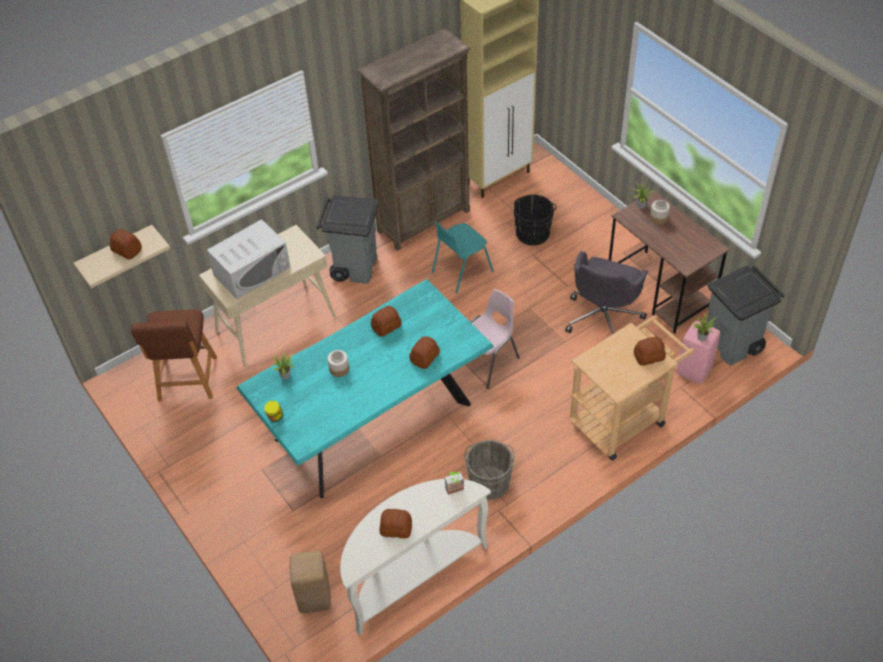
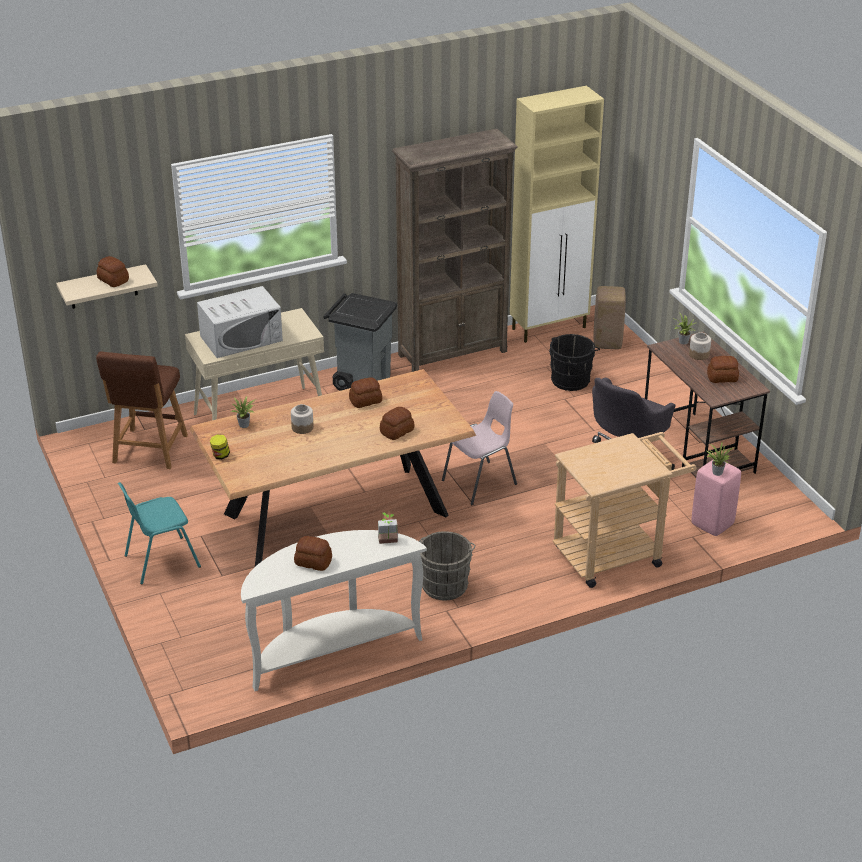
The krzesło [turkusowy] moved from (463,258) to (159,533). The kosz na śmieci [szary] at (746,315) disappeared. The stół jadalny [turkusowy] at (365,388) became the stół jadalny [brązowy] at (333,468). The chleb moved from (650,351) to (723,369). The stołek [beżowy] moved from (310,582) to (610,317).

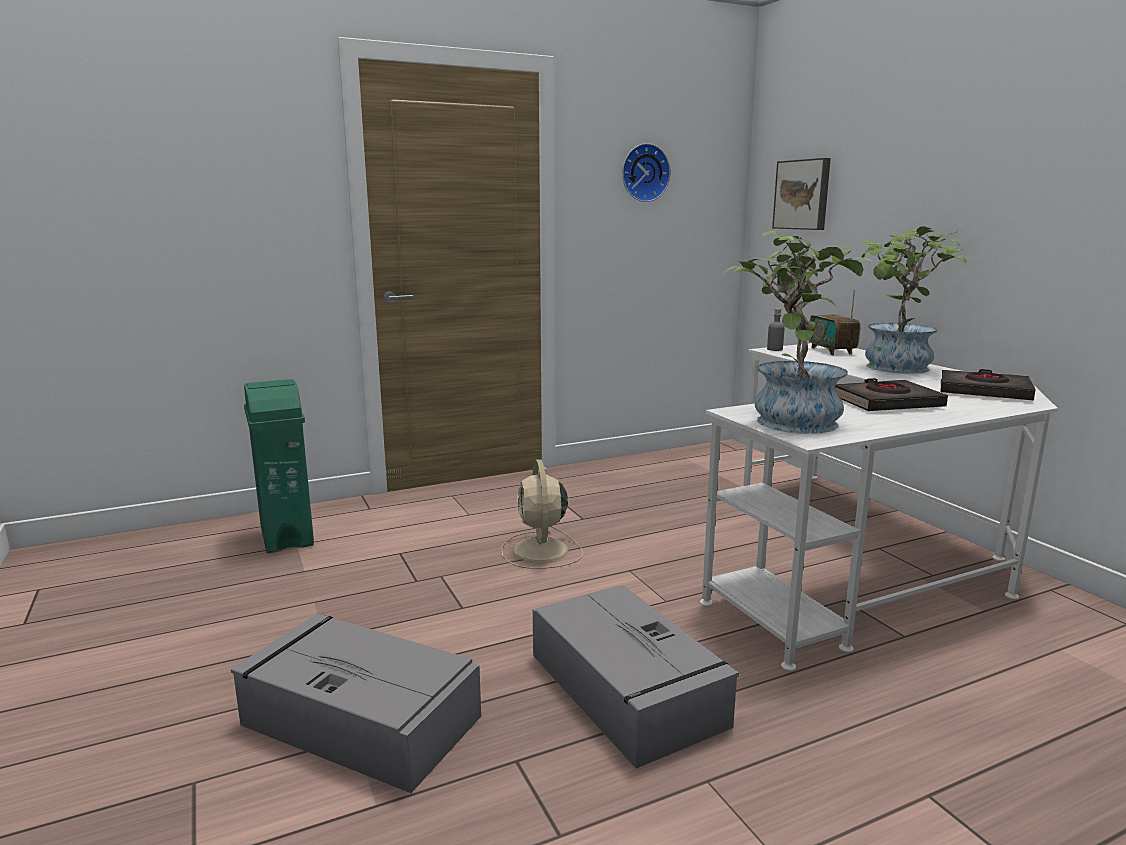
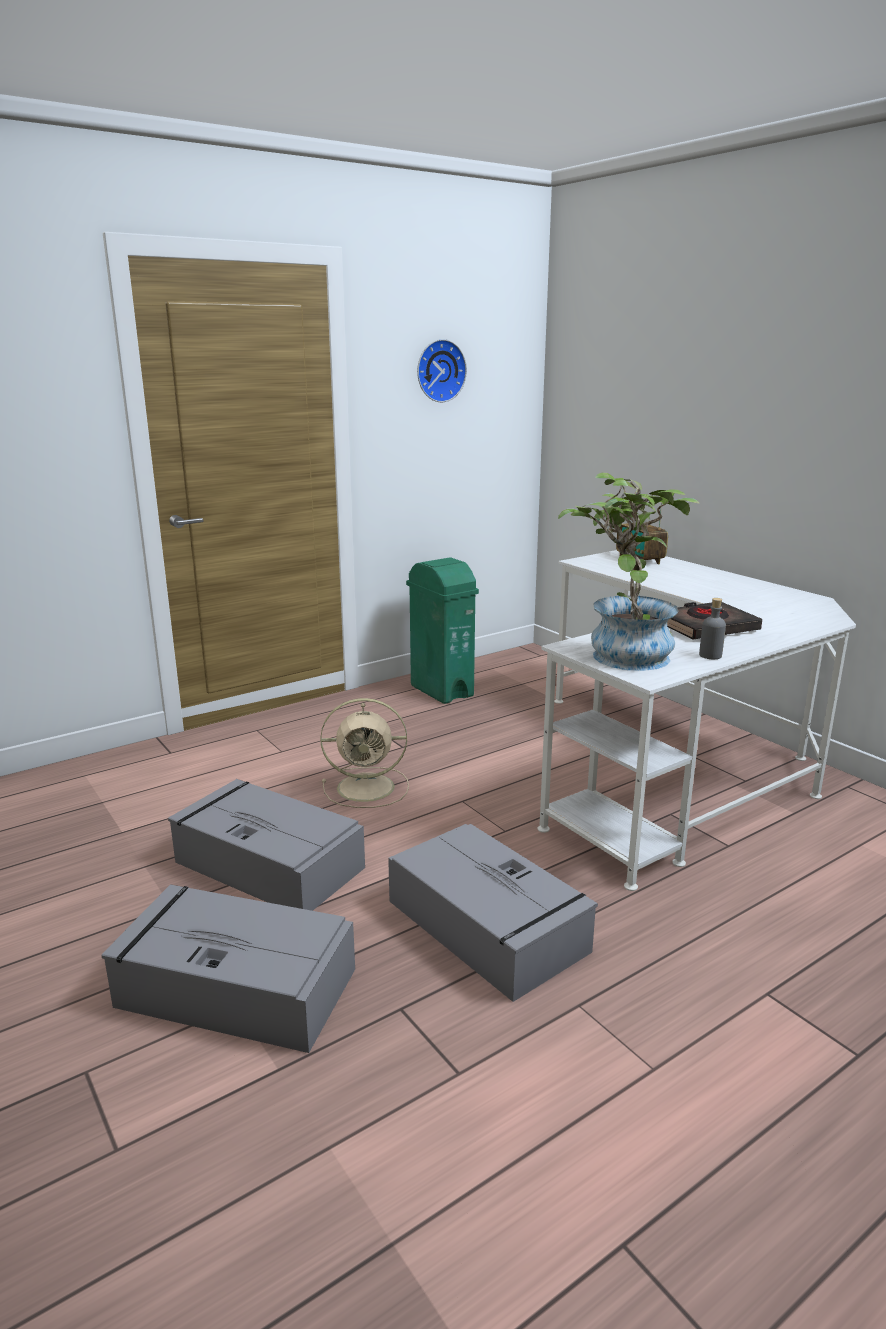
The obraz at (801,194) disappeared. The roślina doniczkowa at (914,300) disappeared. The butelka [szary] moved from (776,329) to (712,628). The książka [czarny] at (988,384) disappeared. The kosz na śmieci [zielony] moved from (279,466) to (442,631). The wentylator [beżowy] at (542,514) turned 75 degrees counterclockwise. The pojemnik do przechowywania [szary] at (266,845) appeared.

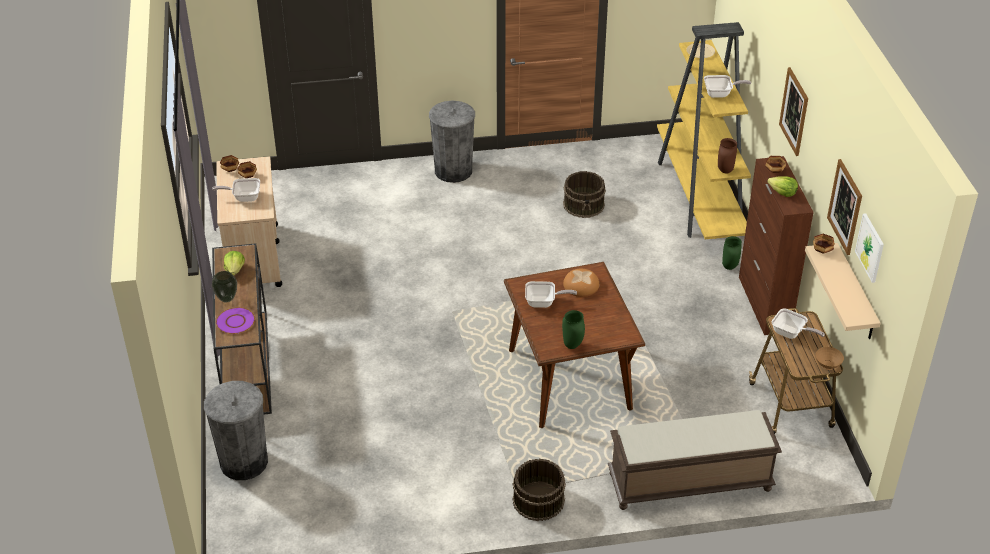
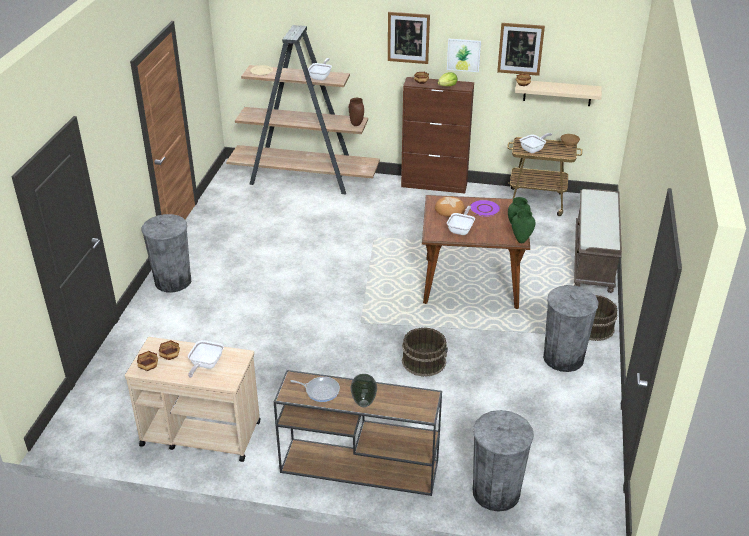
The regał [żółty] at (704,130) became the regał [brązowy] at (303,110). The wiadro [brązowy] moved from (584,194) to (425,352). The obraz moved from (869,248) to (464,55). The wazon [zielony] moved from (732,253) to (523,226). The sałata at (234,263) was replaced by the patelnia at (315,389). The talerz [fioletowy] moved from (235,320) to (485,208). The kosz na śmieci [szary] at (571,328) appeared.

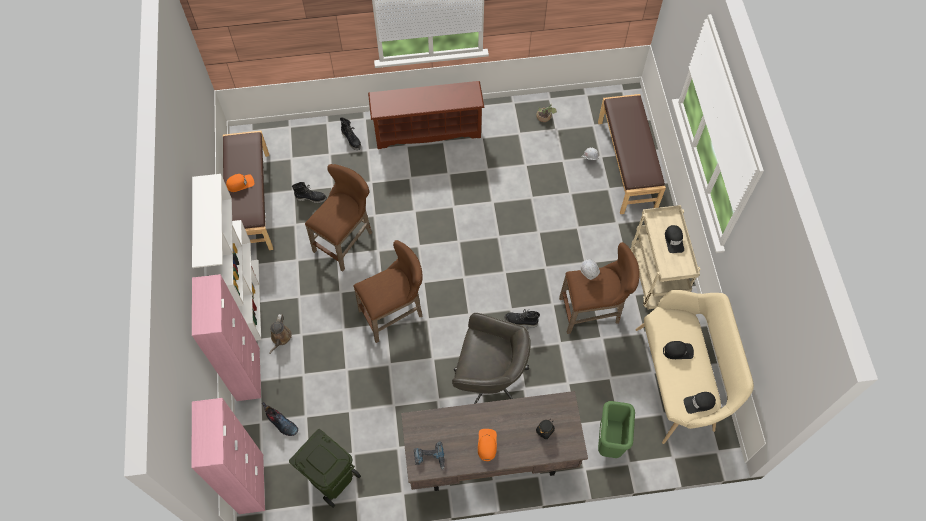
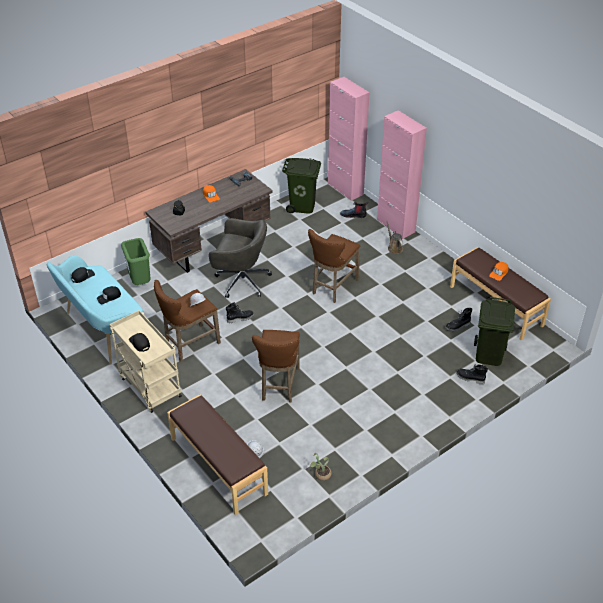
The regał na buty [brązowy] at (426,115) disappeared. The stołek [brązowy] moved from (338,218) to (276,366). The regał [biały] at (226,257) disappeared. The ławka [beżowy] at (694,367) became the ławka [turkusowy] at (95,310). The krzesło biurowe [szary] at (491,358) turned 150 degrees counterclockwise. The kosz na śmieci [zielony] at (494,331) appeared.

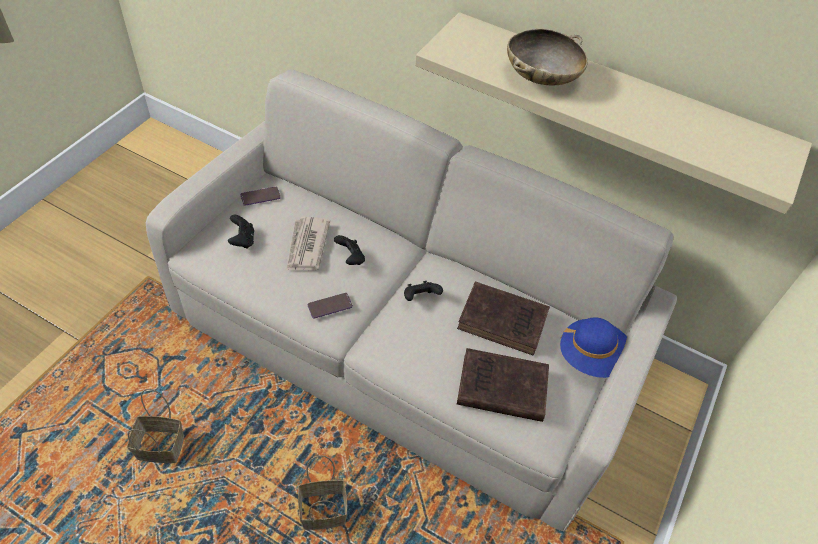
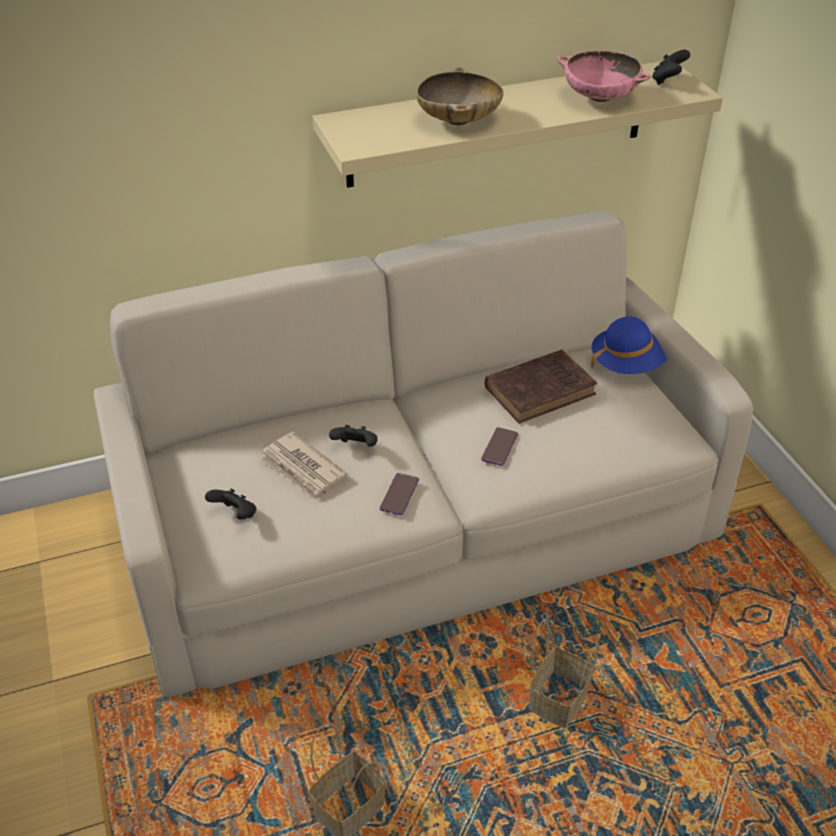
The telefon moved from (260,196) to (499,446). The pad do gier [czarny] moved from (423,291) to (671,67). The książka [brązowy] at (503,385) disappeared. The miska [różowy] at (604,76) appeared.

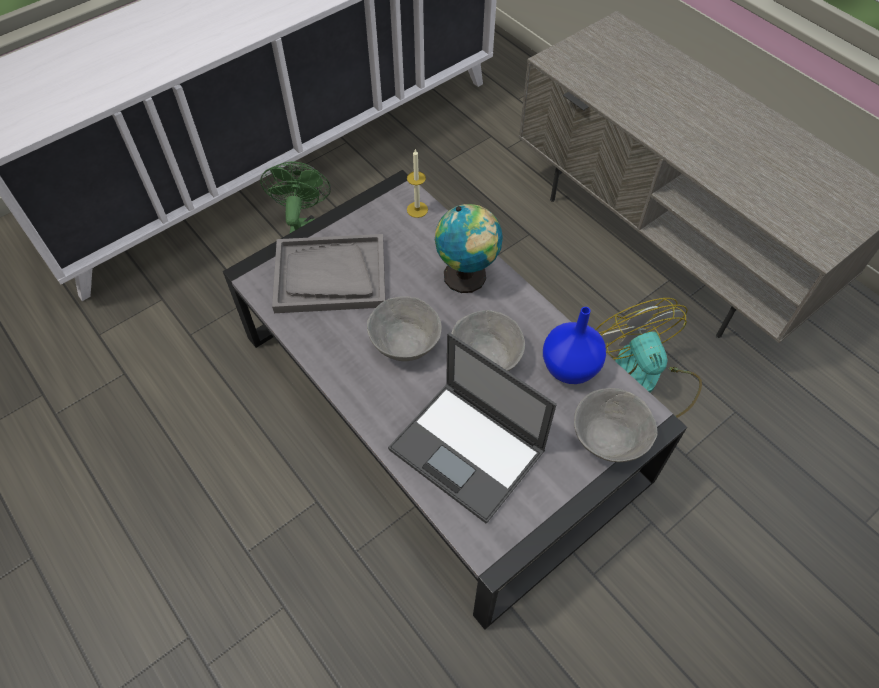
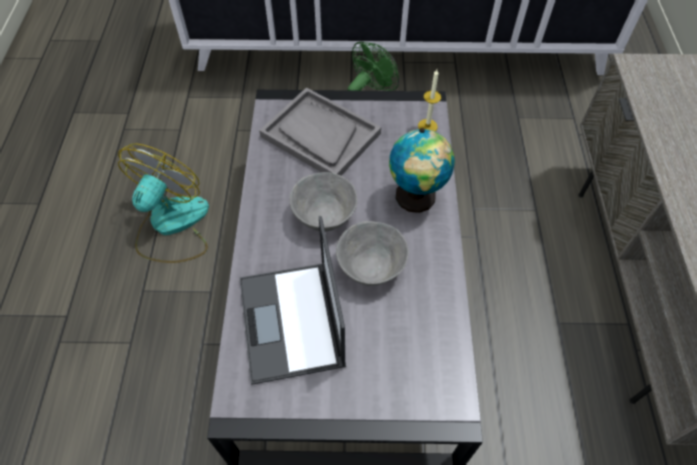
The wentylator moved from (648,358) to (163,203). The wazon [niebieski] at (574,345) disappeared. The miska [szary] at (616,425) disappeared.

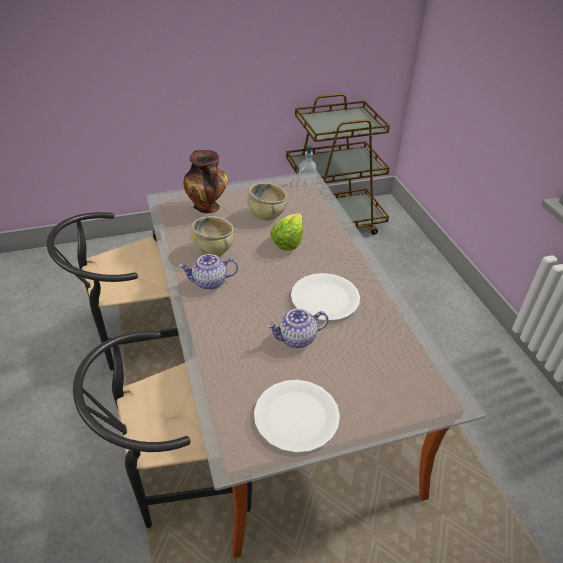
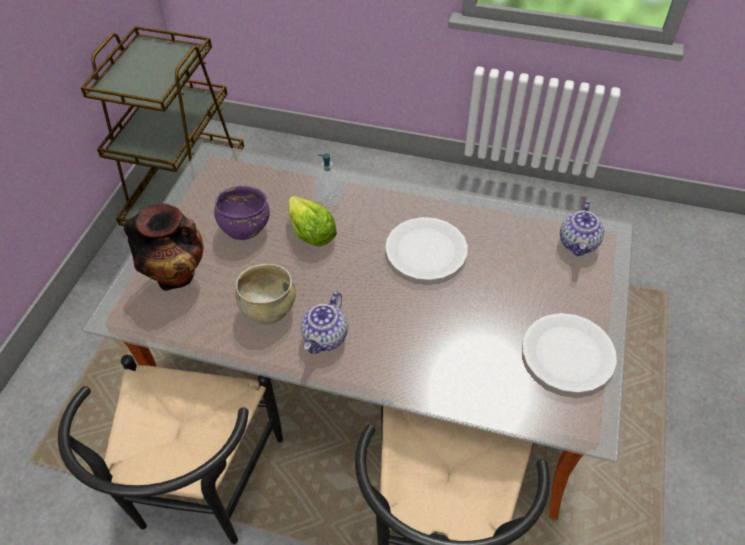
The dozownik mydła moved from (307,164) to (329,180). The miska [beżowy] at (267,202) became the miska [fioletowy] at (242,213). The imbryk moved from (297,328) to (582,228).

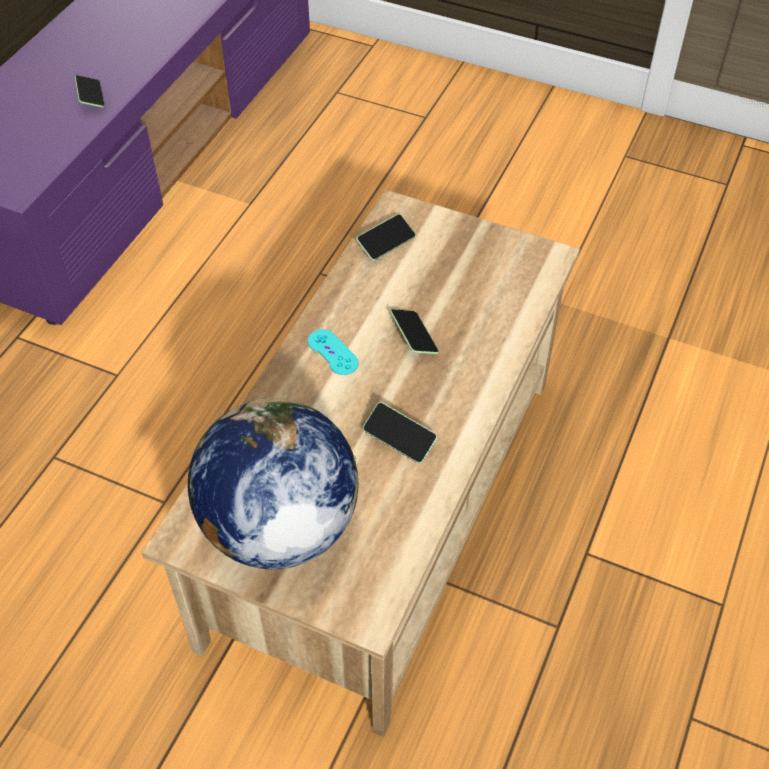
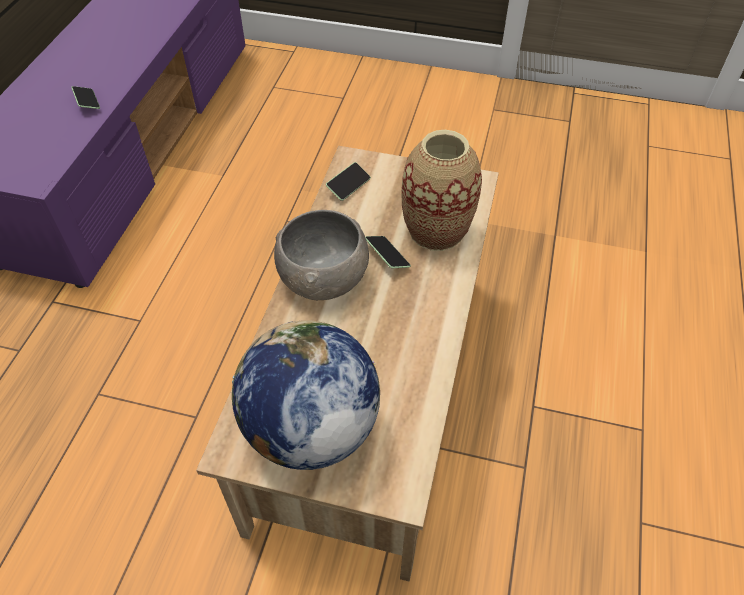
The pad do gier [turkusowy] at (333,352) was replaced by the miska [szary] at (321,255). The telefon at (400,433) disappeared. The wazon at (441,190) appeared.

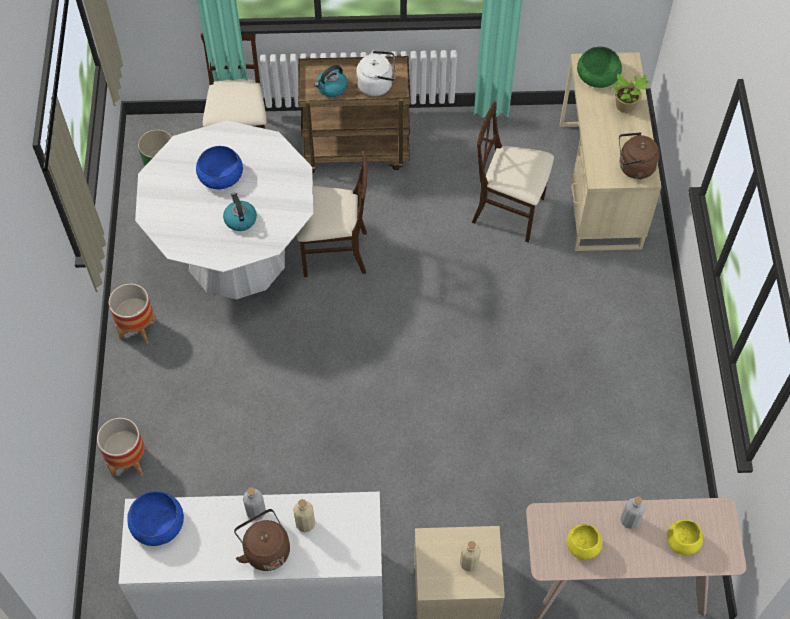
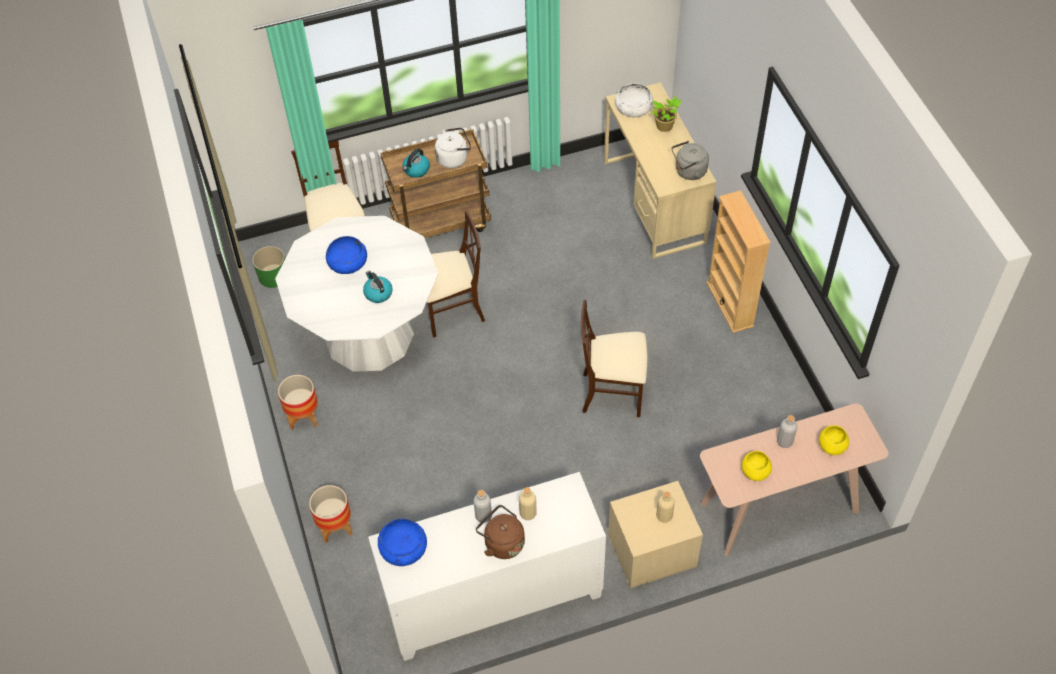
The miska [zielony] at (599,67) became the miska [biały] at (634,100). The krzesło [beżowy] moved from (513,172) to (614,358). The czajnik [brązowy] at (639,155) became the czajnik [szary] at (690,160). The regał [beżowy] at (738,261) appeared.

